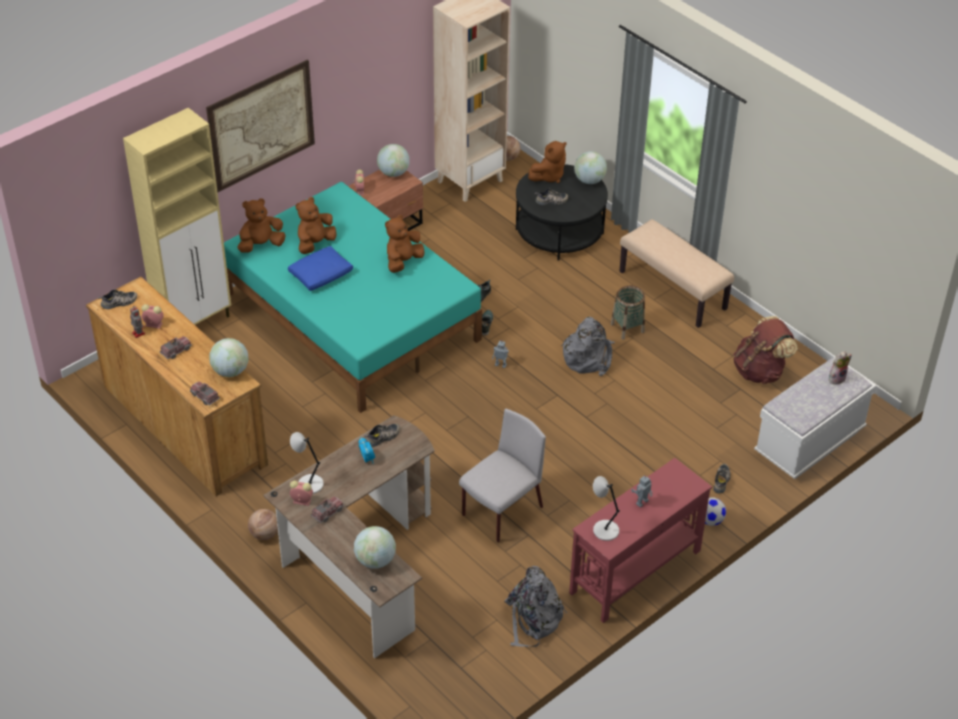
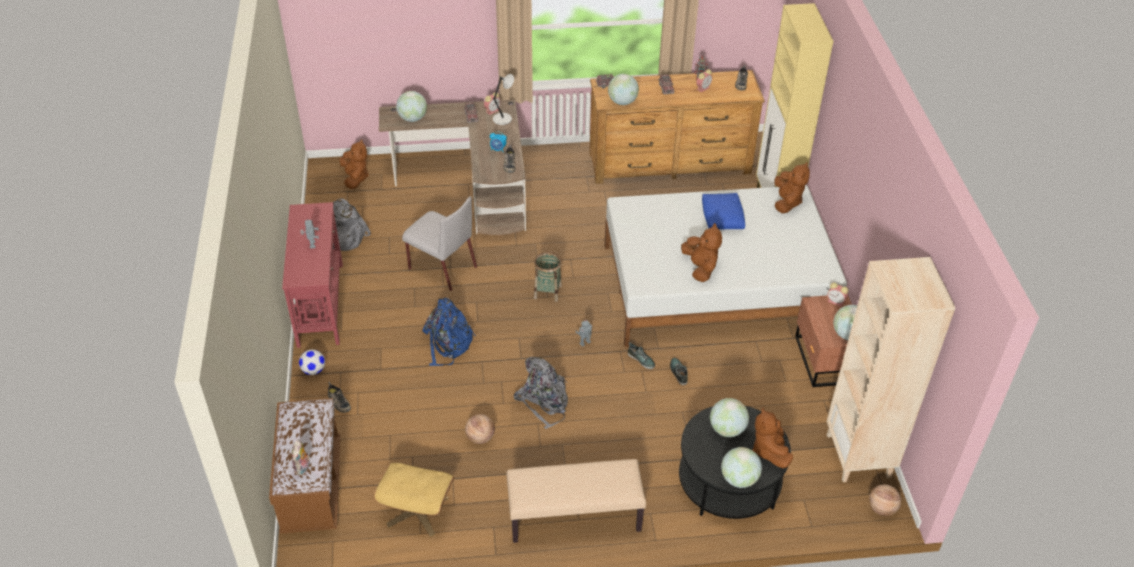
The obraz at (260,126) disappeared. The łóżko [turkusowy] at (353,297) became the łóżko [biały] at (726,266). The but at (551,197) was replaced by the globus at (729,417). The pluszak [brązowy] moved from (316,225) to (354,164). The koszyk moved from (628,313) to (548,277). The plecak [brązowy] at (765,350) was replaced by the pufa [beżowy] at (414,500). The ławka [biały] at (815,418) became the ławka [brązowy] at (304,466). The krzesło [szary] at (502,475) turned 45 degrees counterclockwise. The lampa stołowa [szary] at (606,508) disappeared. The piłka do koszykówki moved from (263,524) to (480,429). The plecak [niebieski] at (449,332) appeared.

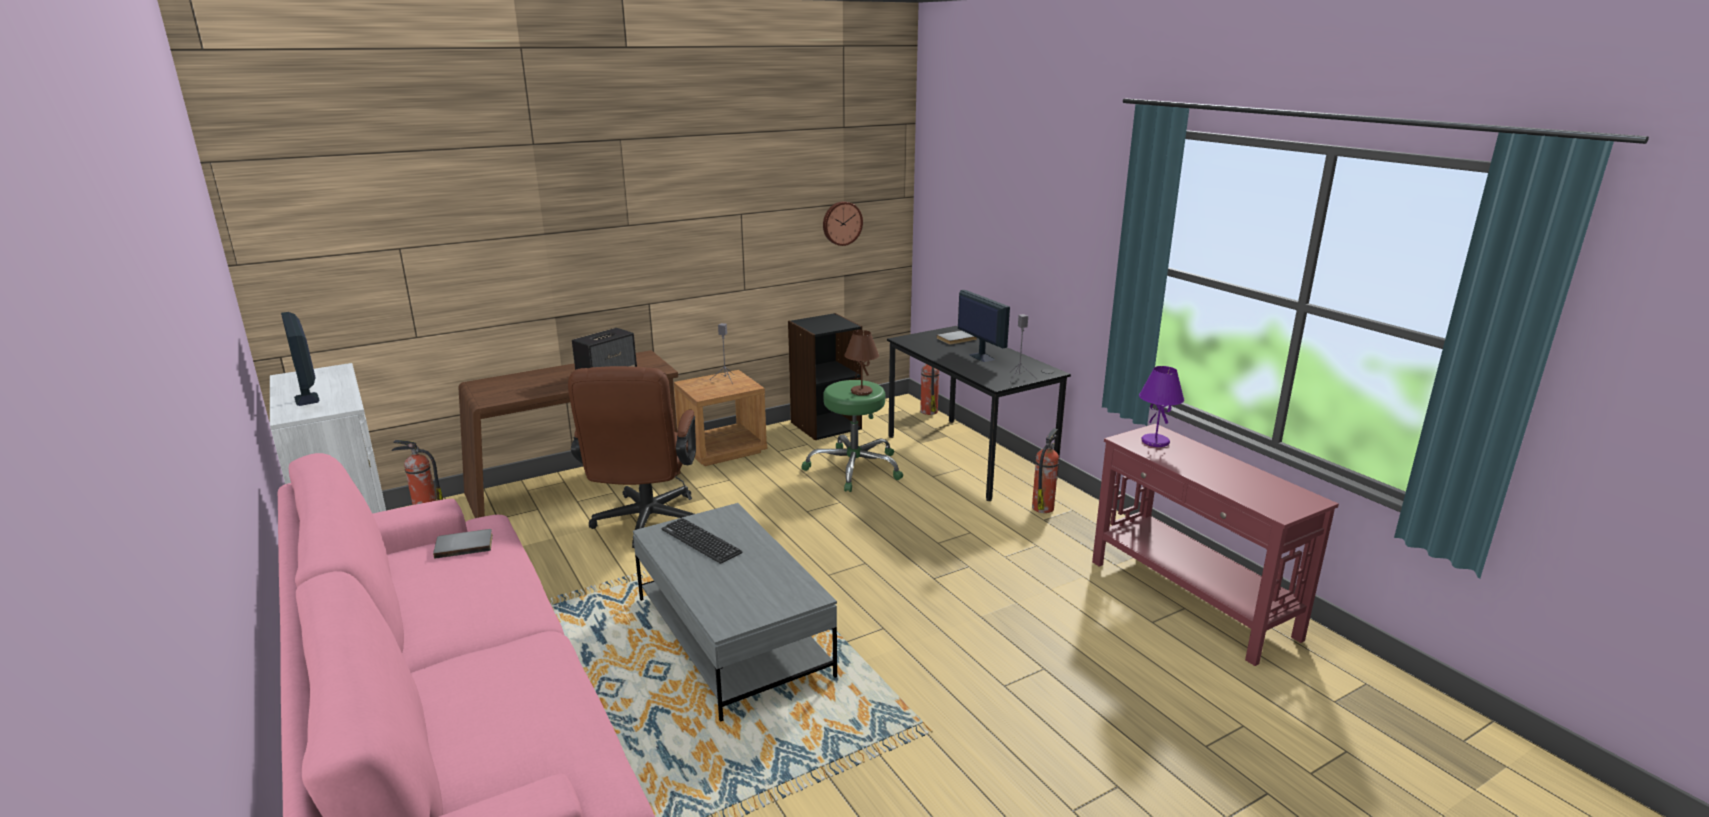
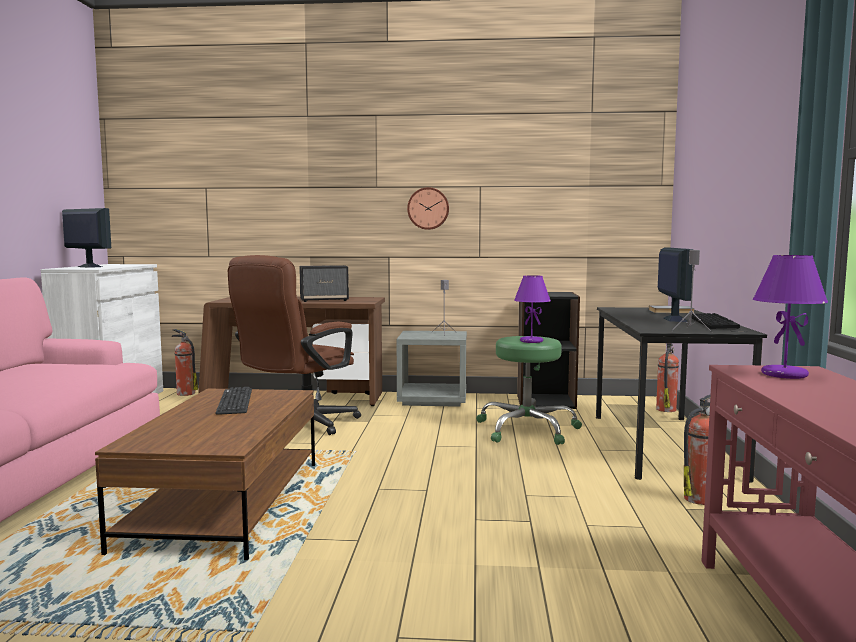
The zegar ścienny moved from (843,223) to (428,208). The monitor at (300,359) turned 120 degrees clockwise. The lampa stołowa [brązowy] at (861,363) became the lampa stołowa [fioletowy] at (532,309). The szafka nocna [brązowy] at (720,418) became the szafka nocna [szary] at (432,369). The ława [szary] at (735,612) became the ława [brązowy] at (205,474). The książka [szary] at (463,544) disappeared. The klawiatura at (715,321) appeared.

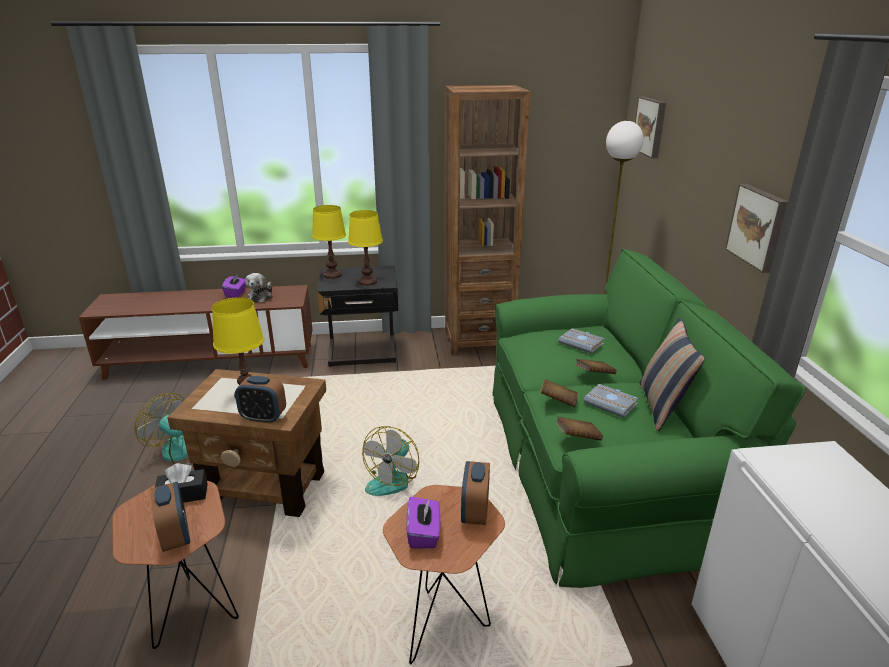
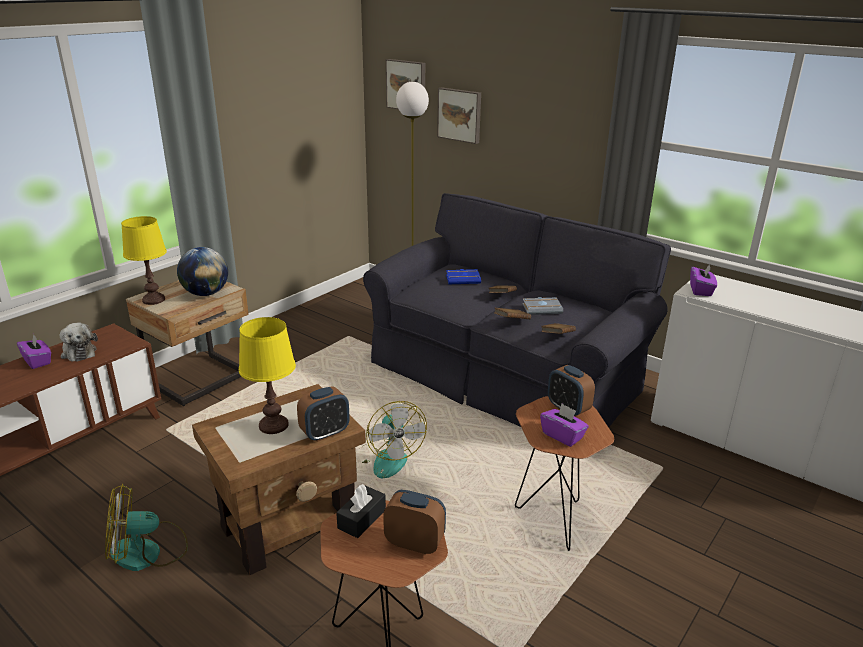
The regał [brązowy] at (487,219) disappeared. The obraz moved from (756,228) to (459,115). The lampa stołowa [żółty] at (365,248) was replaced by the globus at (202,271). The kanapa [zielony] at (649,418) became the kanapa [czarny] at (517,310). The szafka nocna [czarny] at (357,316) became the szafka nocna [beżowy] at (187,343). The poduszka at (672,374) disappeared. The książka [szary] at (581,341) became the książka [niebieski] at (463,276). The pudełko chusteczek [fioletowy] at (703,280) appeared.

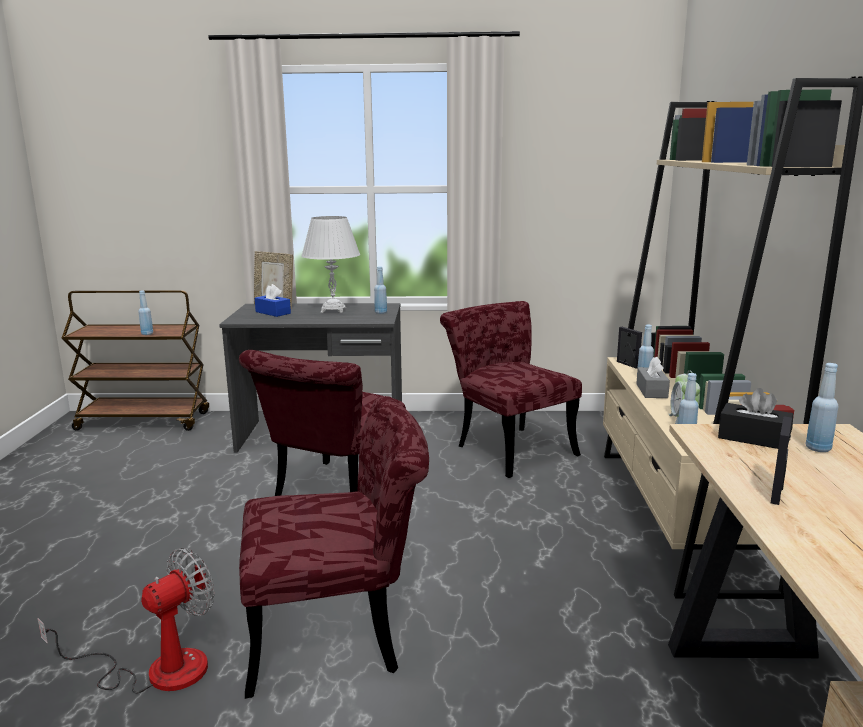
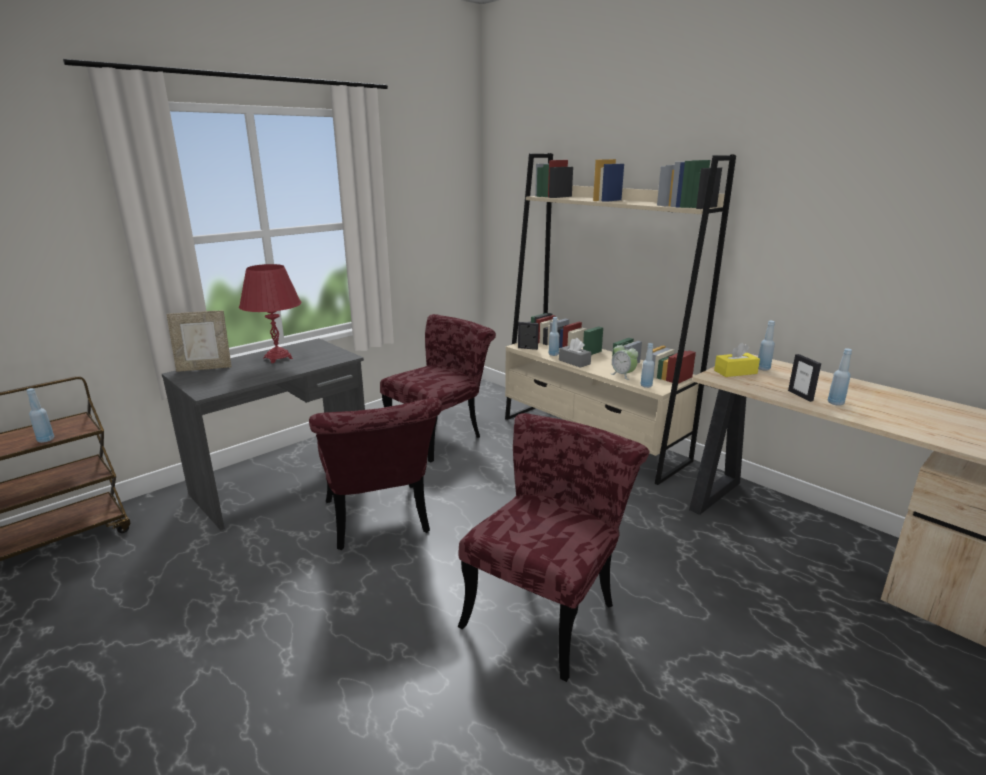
The lampa stołowa [biały] at (330,264) became the lampa stołowa [czerwony] at (270,313). The butelka [niebieski] moved from (380,290) to (840,377). The pudełko chusteczek [niebieski] at (273,300) disappeared. The krzesło [czerwony] at (511,389) turned 120 degrees clockwise. The pudełko chusteczek [czarny] at (755,418) became the pudełko chusteczek [żółty] at (737,360). The wentylator at (125,621) disappeared.

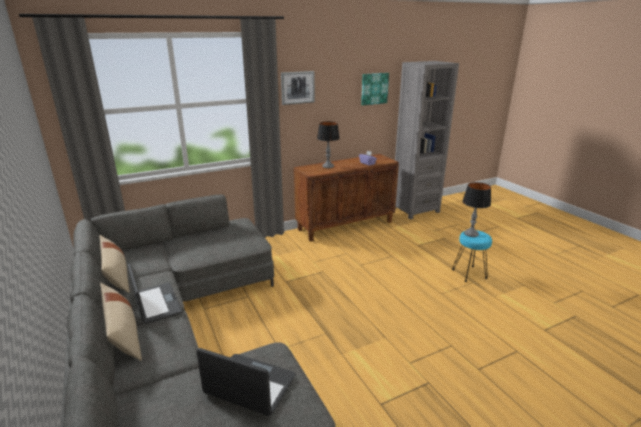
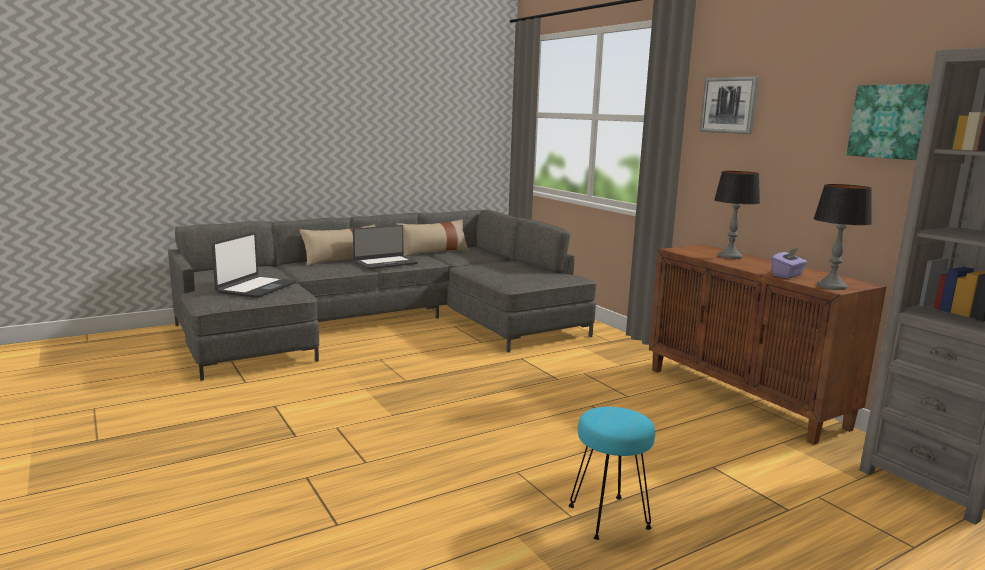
The lampa stołowa moved from (476,209) to (842,237).

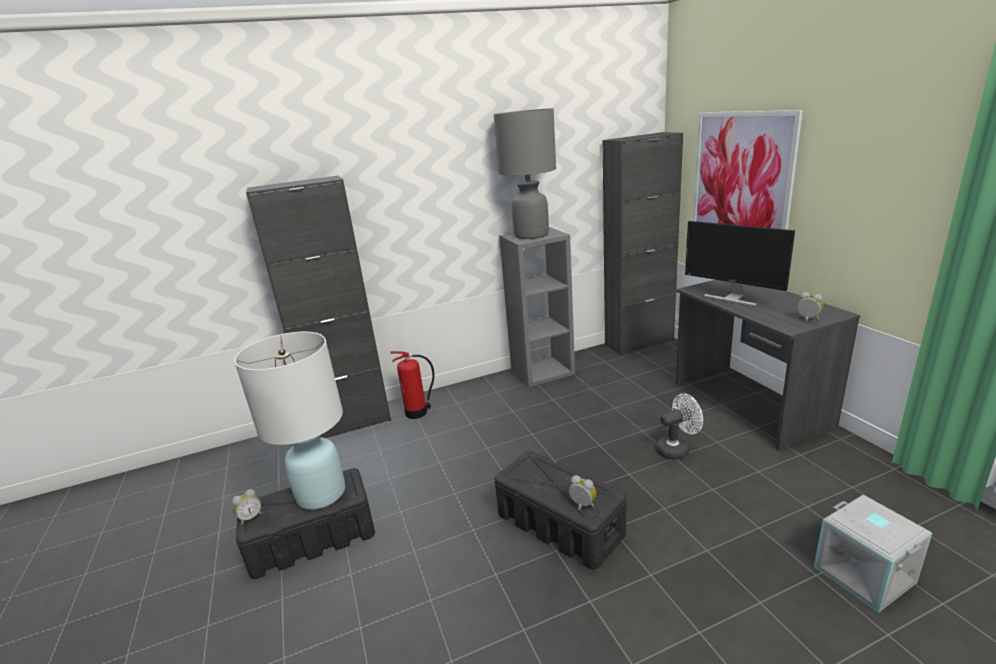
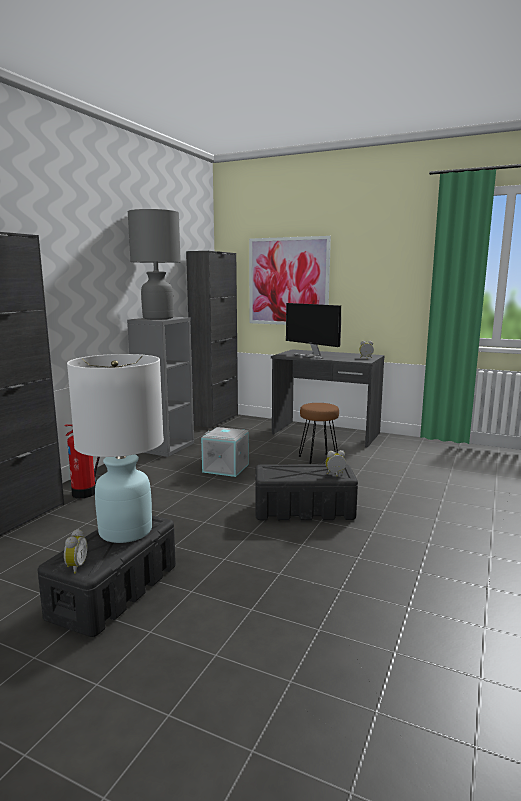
The monitor at (740,264) turned 45 degrees clockwise. The wentylator [biały] at (679,426) was replaced by the stołek [brązowy] at (319,433). The pojemnik do przechowywania [szary] moved from (873,554) to (225,452).

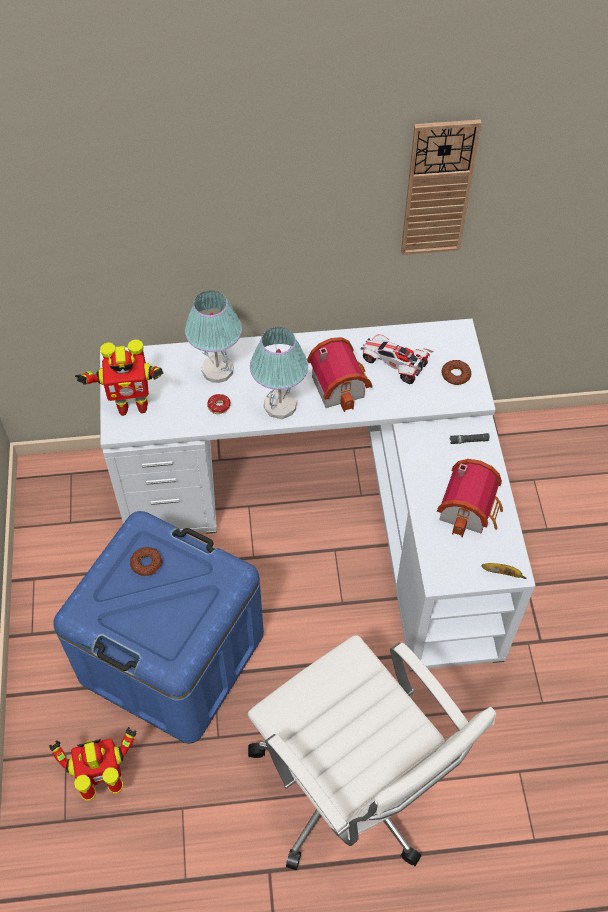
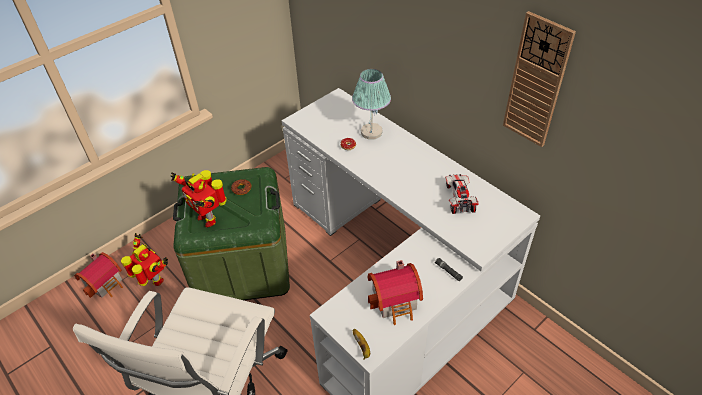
The lampa stołowa at (279,373) disappeared. The domek moved from (340,374) to (98,275). The robot zabawkowy moved from (119,378) to (198,199). The donut at (457,372) disappeared. The pojemnik do przechowywania [niebieski] at (158,627) became the pojemnik do przechowywania [zielony] at (231,233).

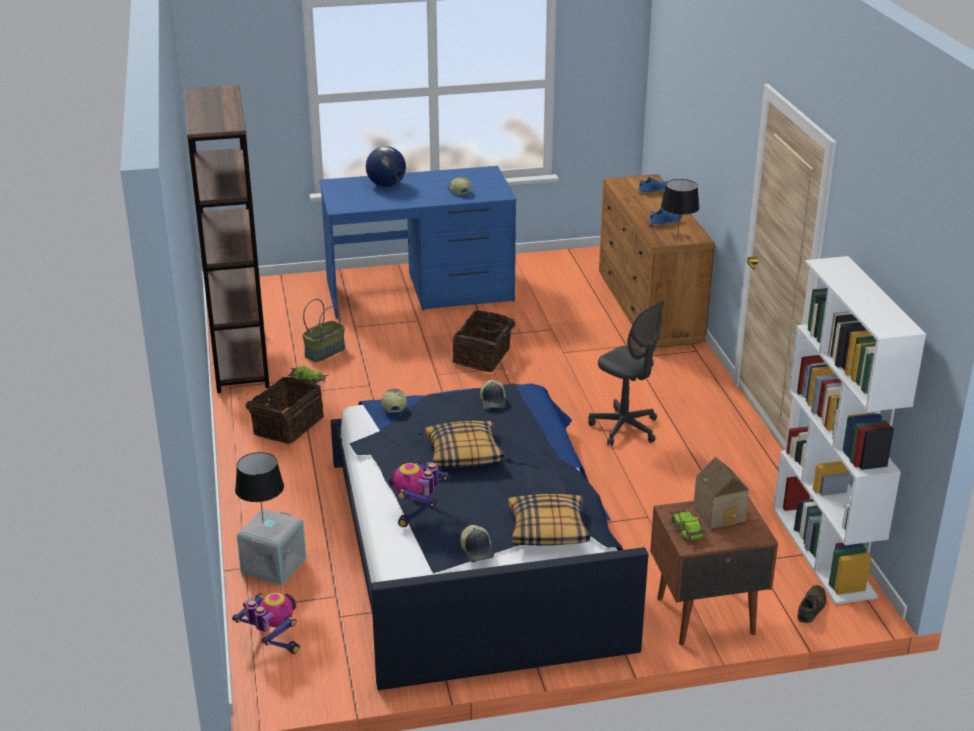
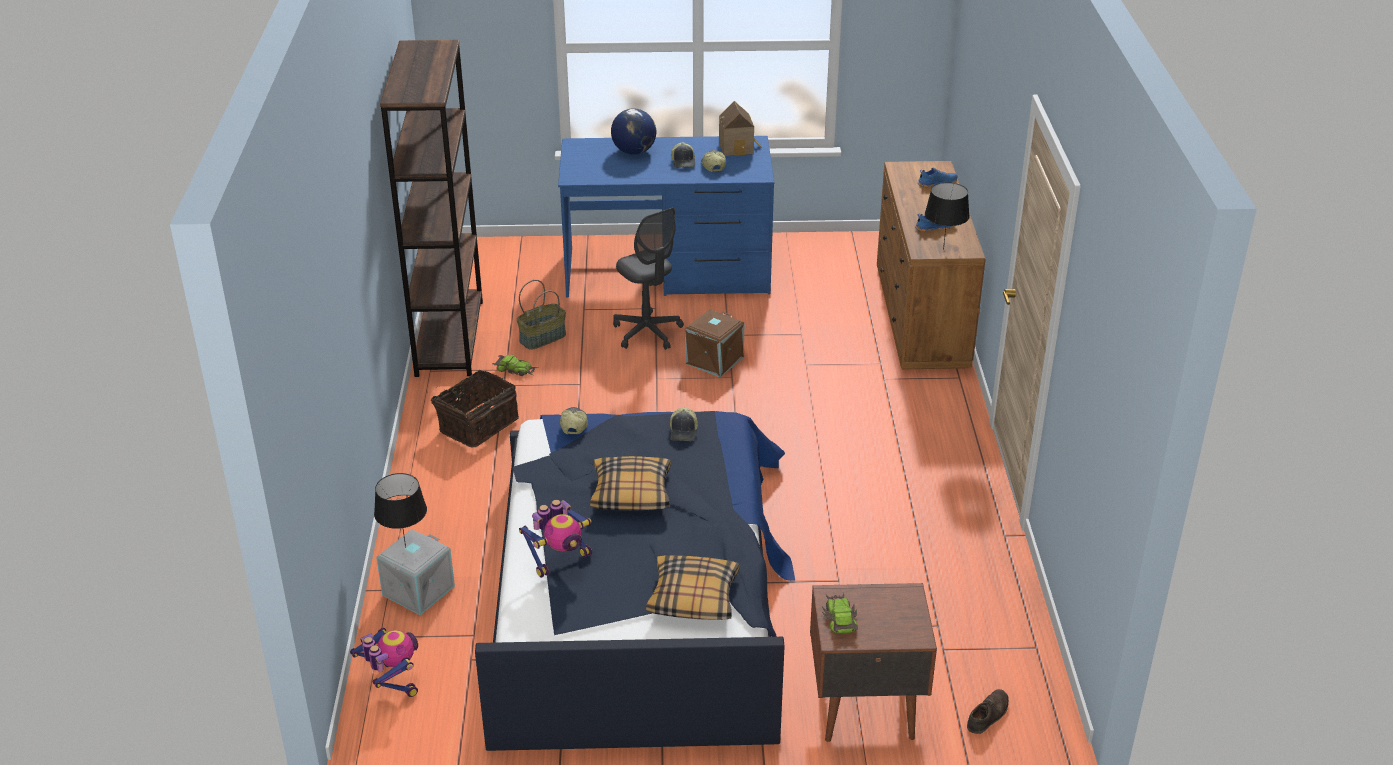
The regał [biały] at (849,430) disappeared. The krzesło biurowe [szary] moved from (626,373) to (648,279). The koszyk at (488,341) was replaced by the pojemnik do przechowywania [brązowy] at (714,343). The domek moved from (721,493) to (740,128). The robot zabawkowy at (419,494) turned 150 degrees counterclockwise. The czapka z daszkiem moved from (477,543) to (683,155).

